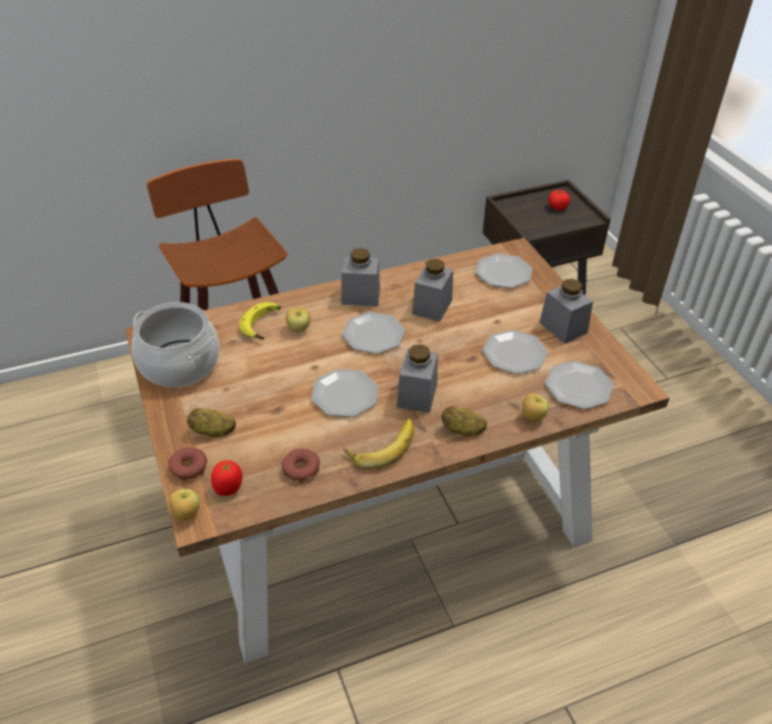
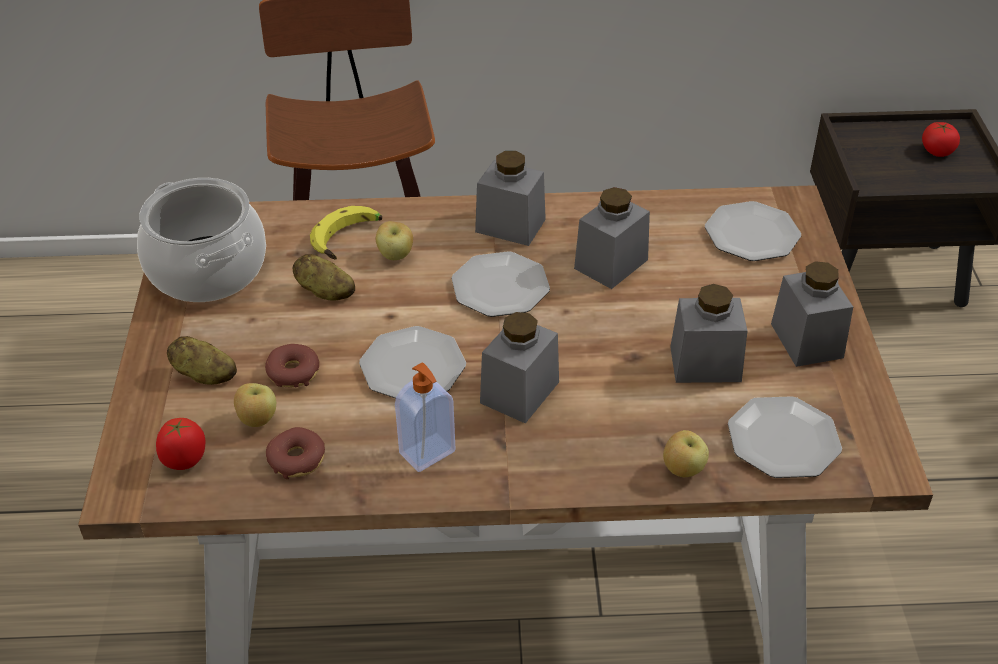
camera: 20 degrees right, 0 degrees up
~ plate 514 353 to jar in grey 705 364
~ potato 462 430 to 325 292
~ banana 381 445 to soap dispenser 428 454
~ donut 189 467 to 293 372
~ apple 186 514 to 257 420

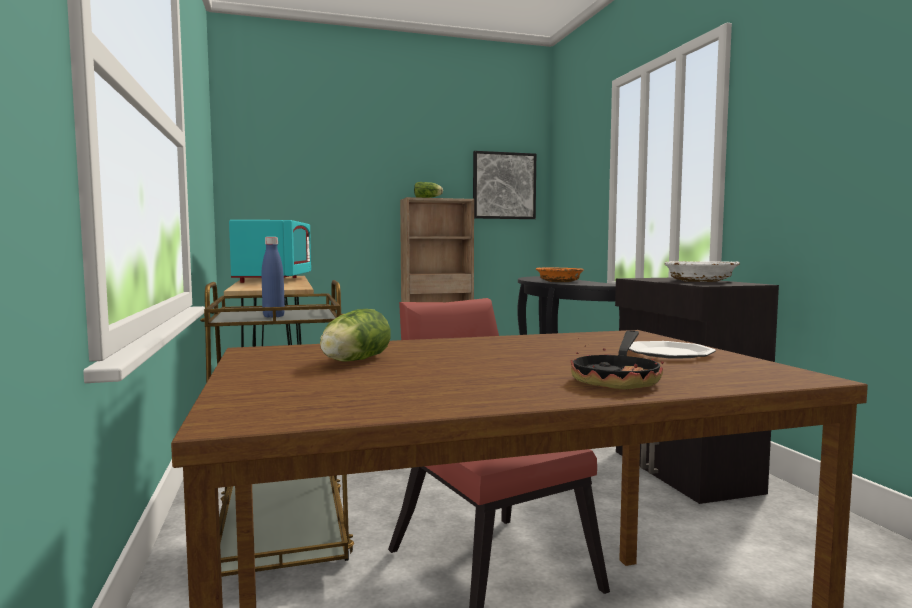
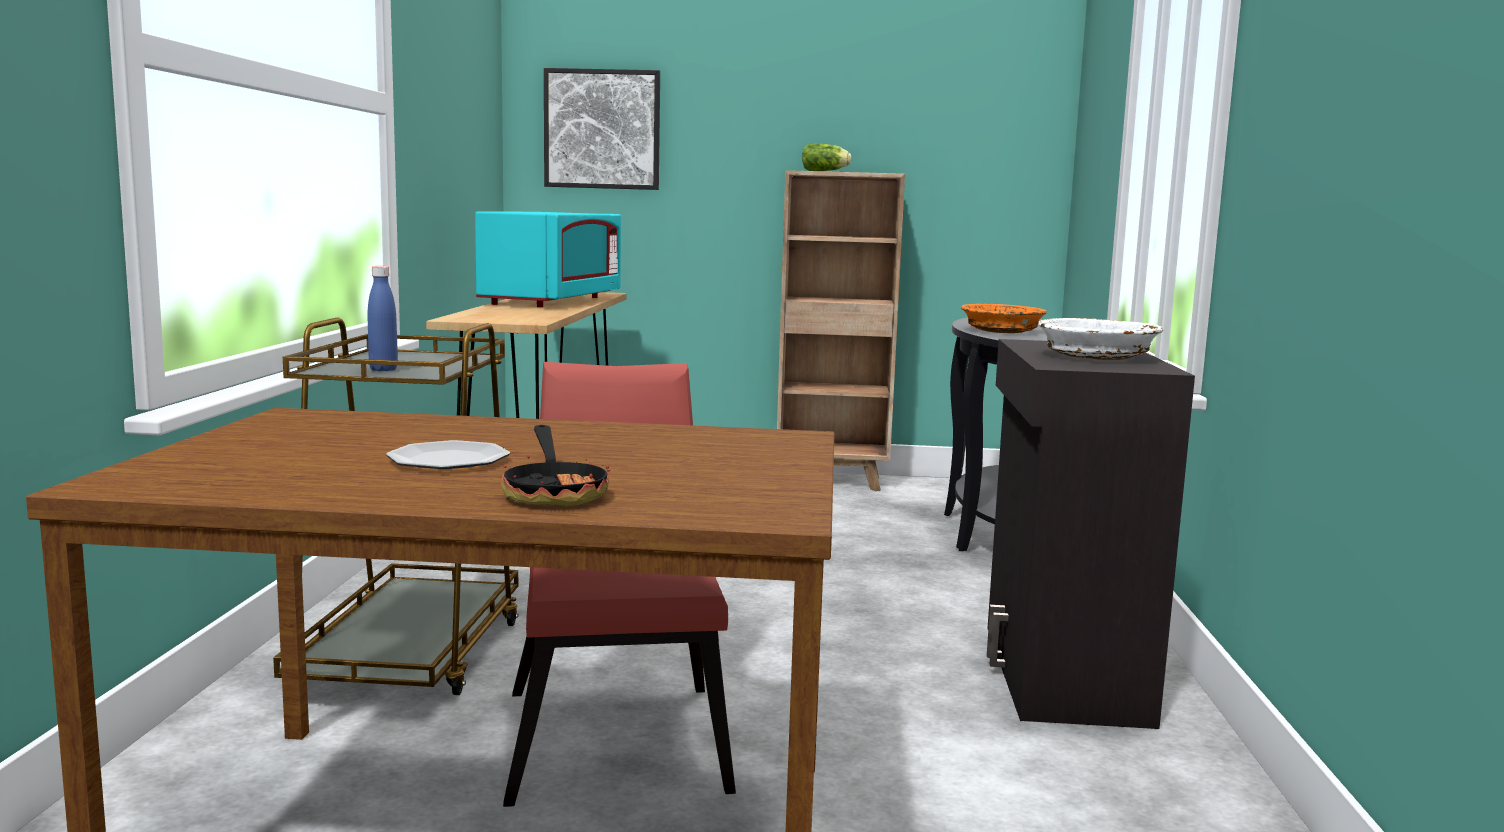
camera: 20 degrees right, 5 degrees up
~ picture 504 186 to 602 129
- lettuce 353 361
~ frying pan 618 379 = 554 492 60 degrees counterclockwise
~ plate 668 353 to 450 460

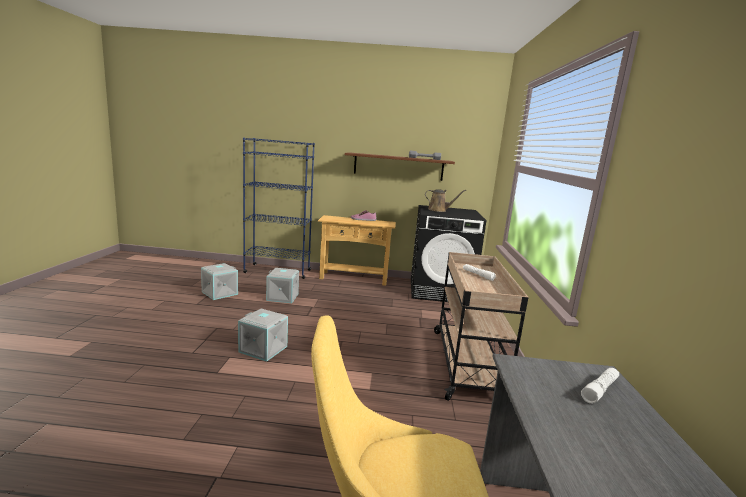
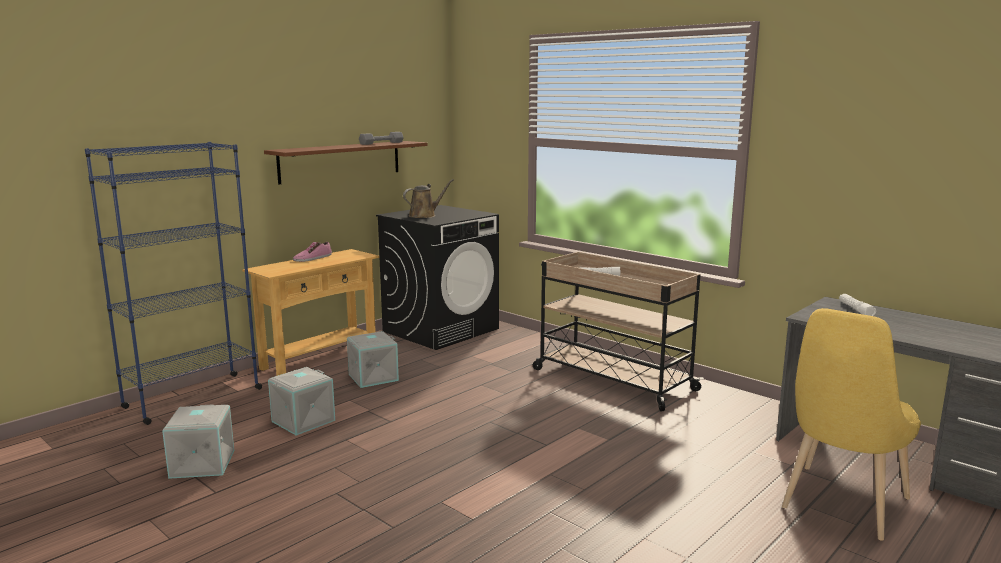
camera: 50 degrees left, 0 degrees up
~ storage box in grey 264 349 to 373 377

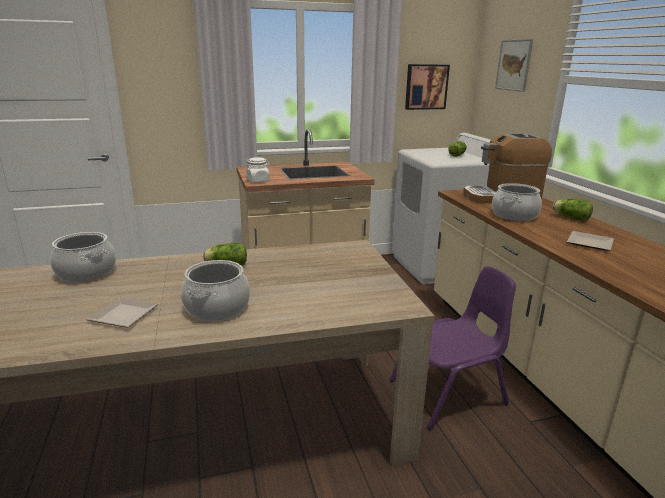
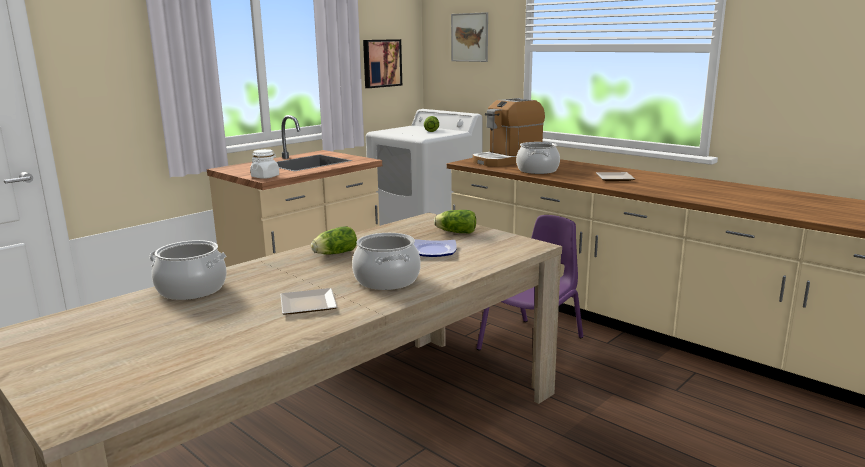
camera: 30 degrees left, 5 degrees down
~ lettuce 570 217 to 455 232
+ plate 432 251

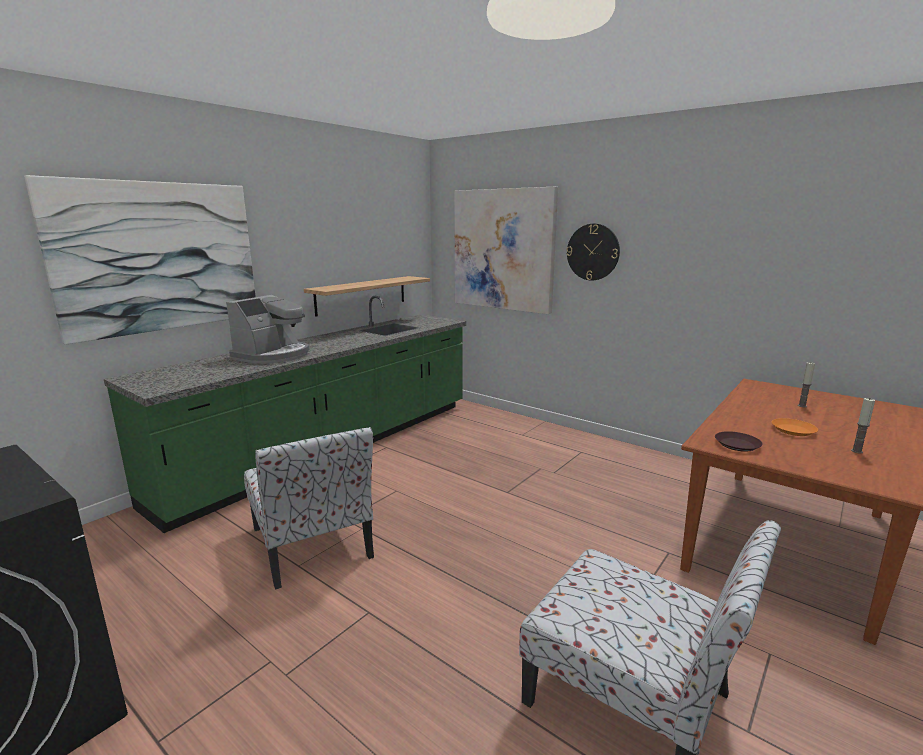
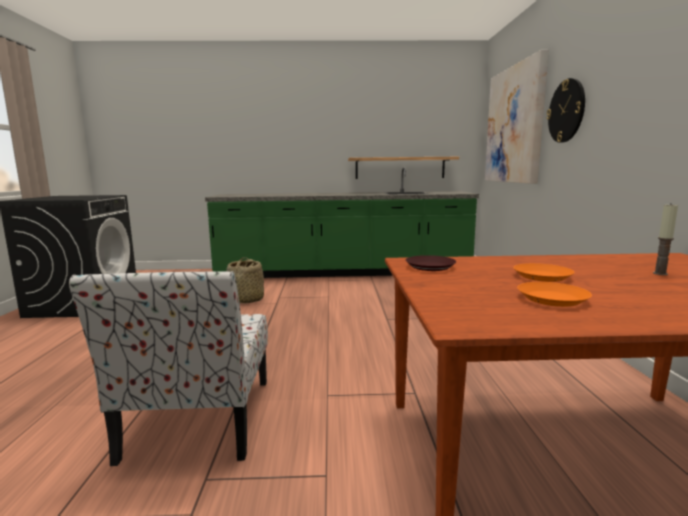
camera: 50 degrees right, 5 degrees down
- picture 159 257
- coffee machine 273 355
~ candle 856 451 to plate in orange 552 299
~ chair 312 544 to basket 245 300

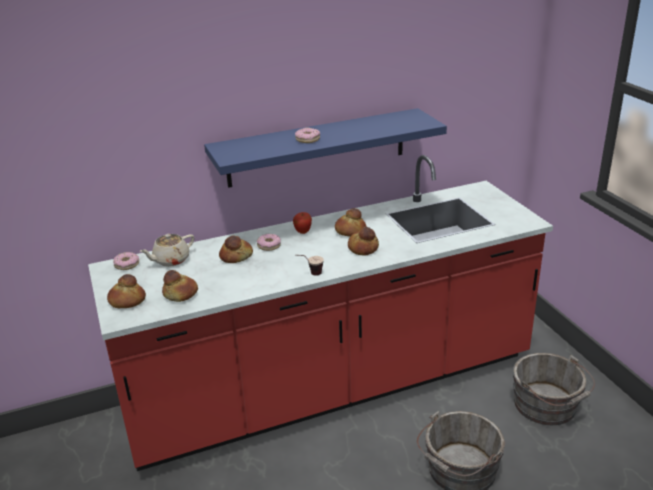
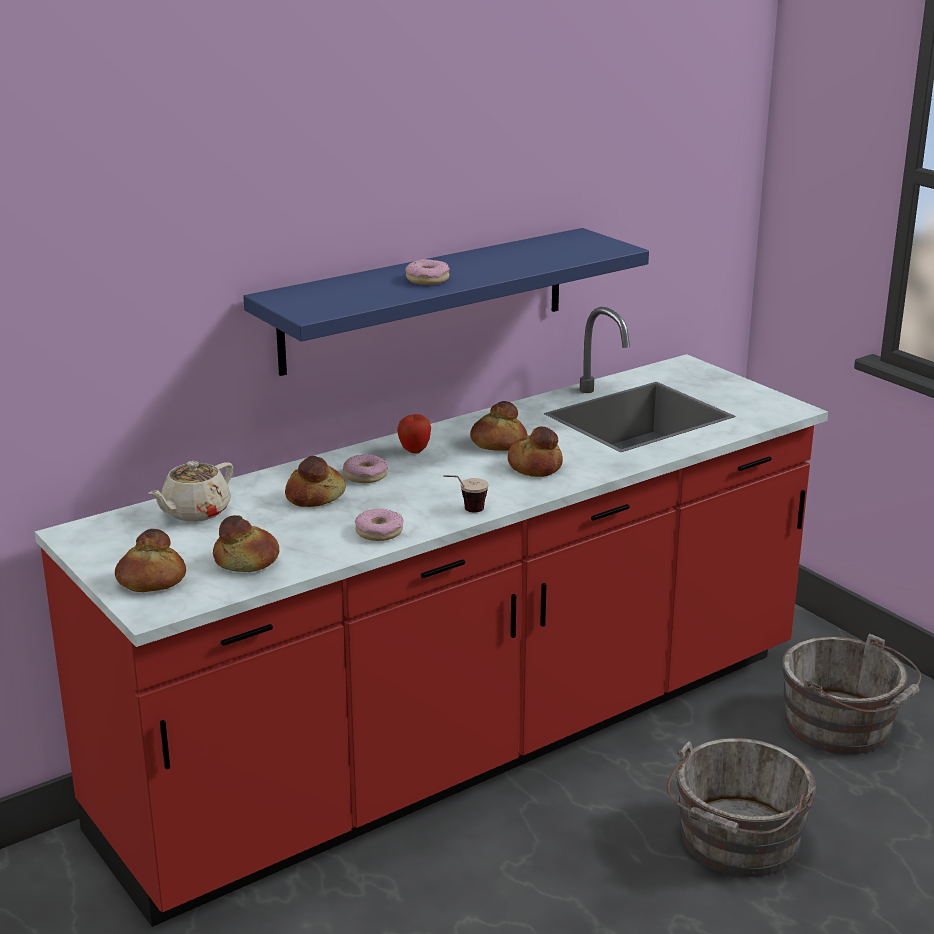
camera: 15 degrees left, 5 degrees down
~ donut 127 264 to 379 532

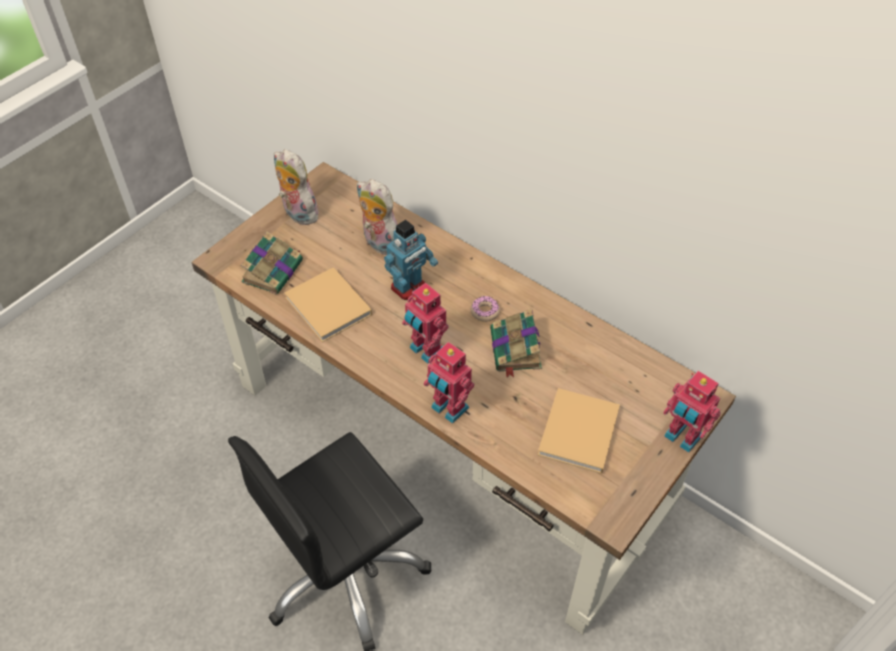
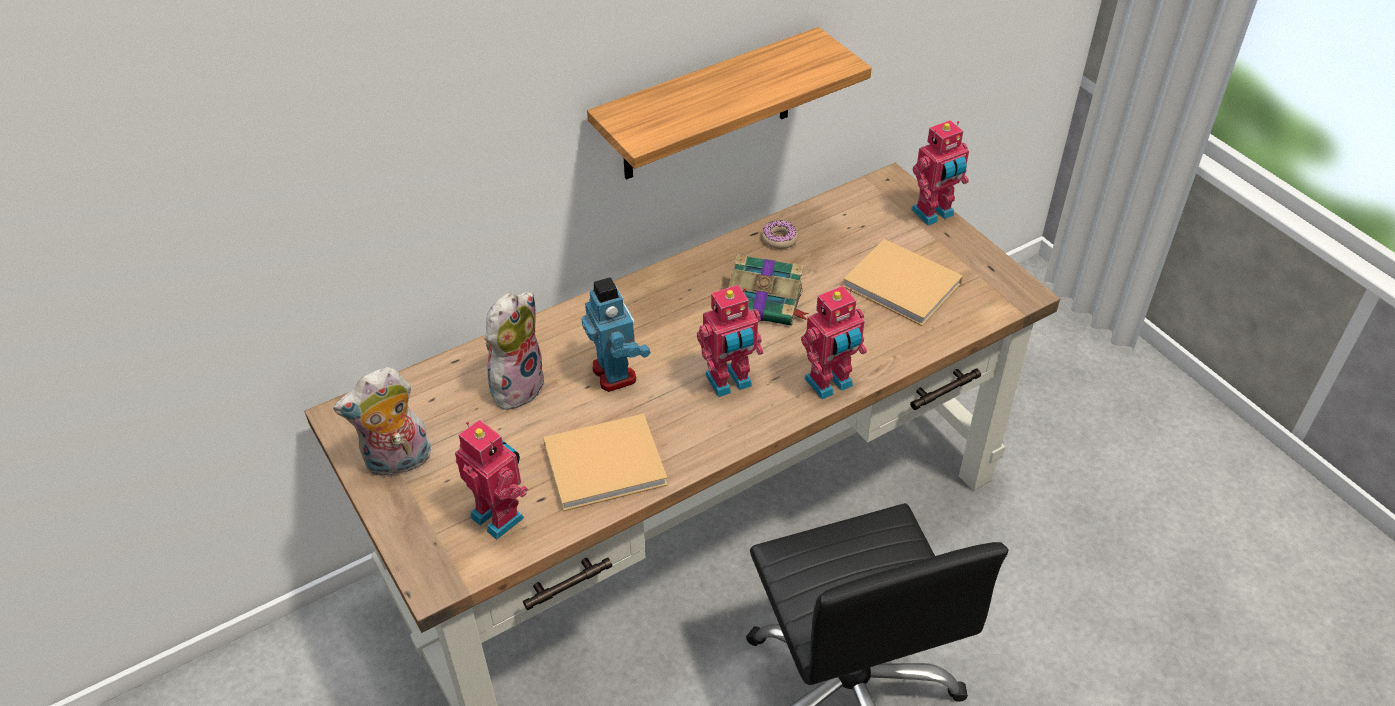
camera: 70 degrees left, 5 degrees down
~ plush toy 379 243 = 516 385 150 degrees clockwise
~ book 273 270 to toy robot 500 515
~ donut 485 312 to 779 239
+ shelf 707 107

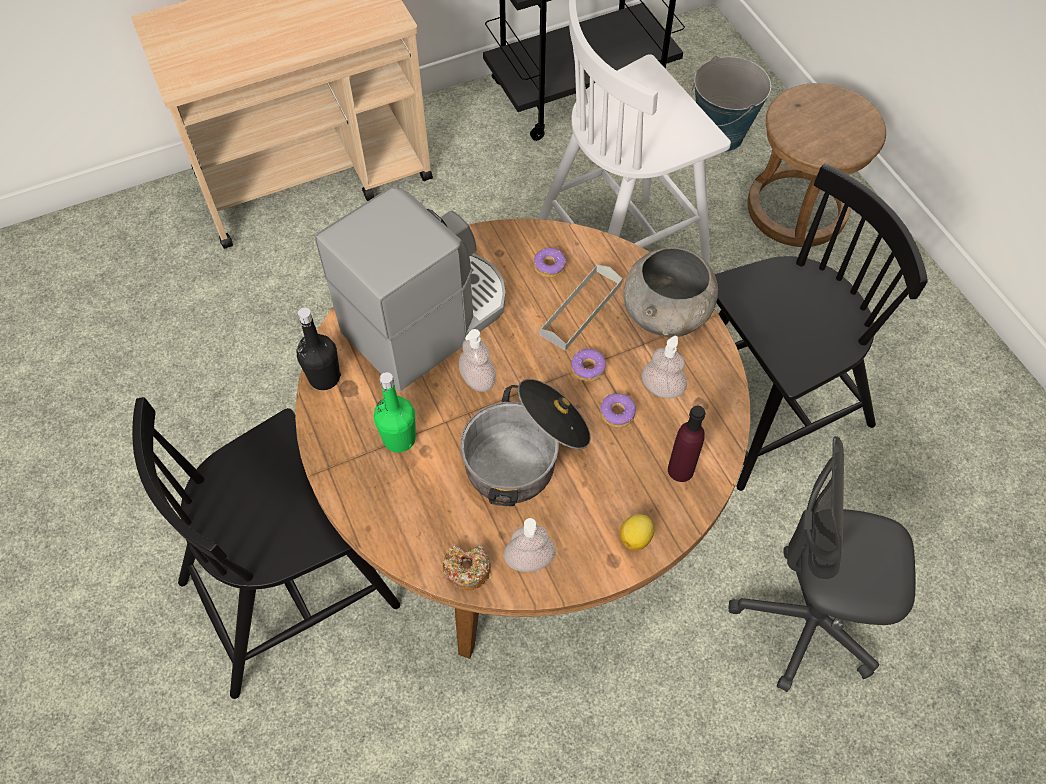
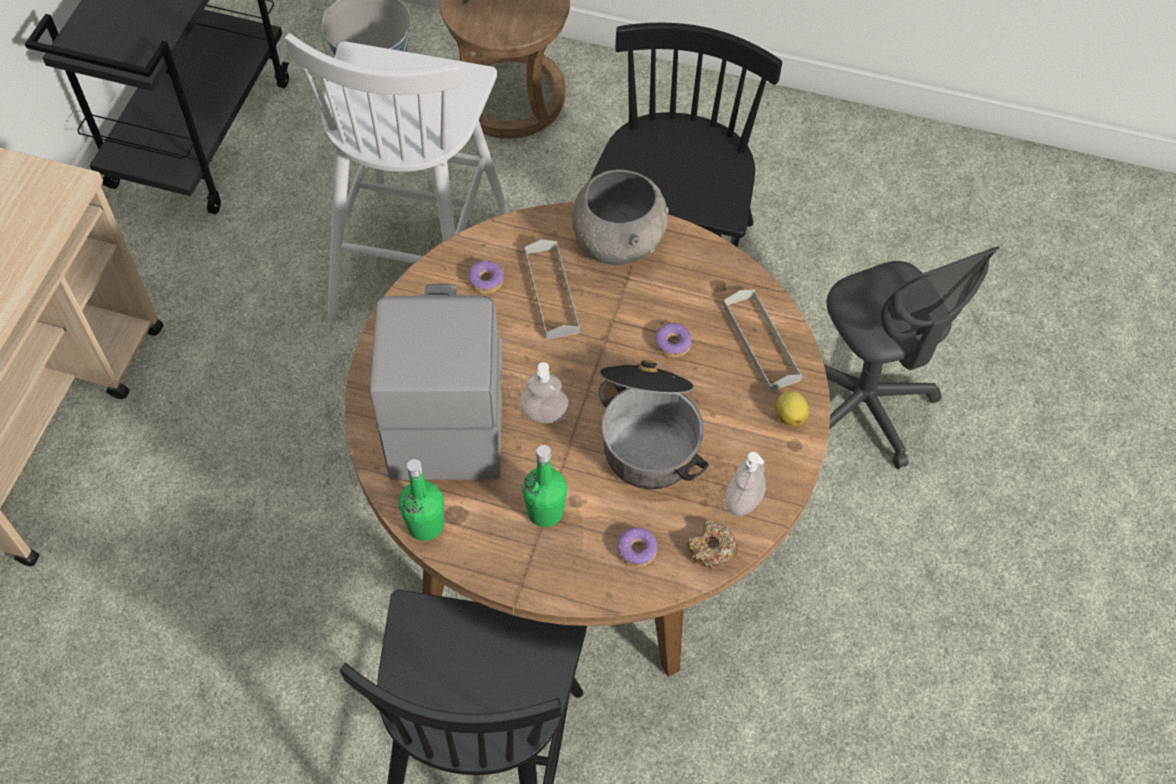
camera: 50 degrees left, 0 degrees up
~ bottle in black 324 377 to bottle in green 425 525
- soap dispenser 662 388
~ donut 588 369 to 637 551
~ bottle in purple 680 470 to tray in grey 761 343
~ office chair in grey 805 621 = 863 406 75 degrees counterclockwise

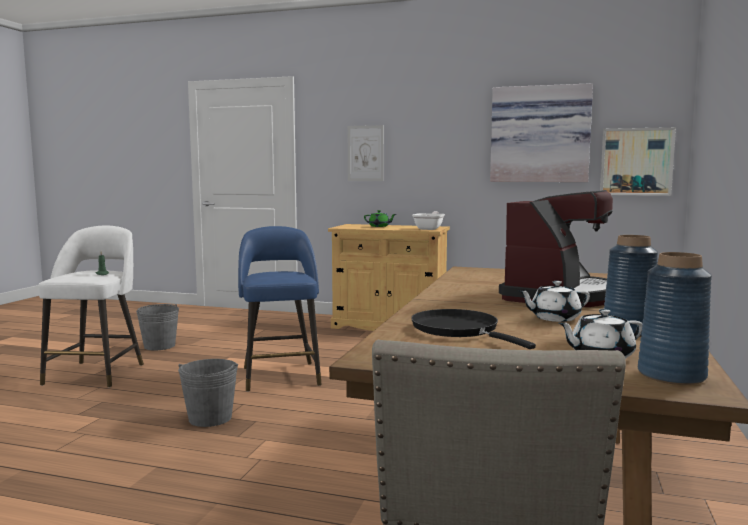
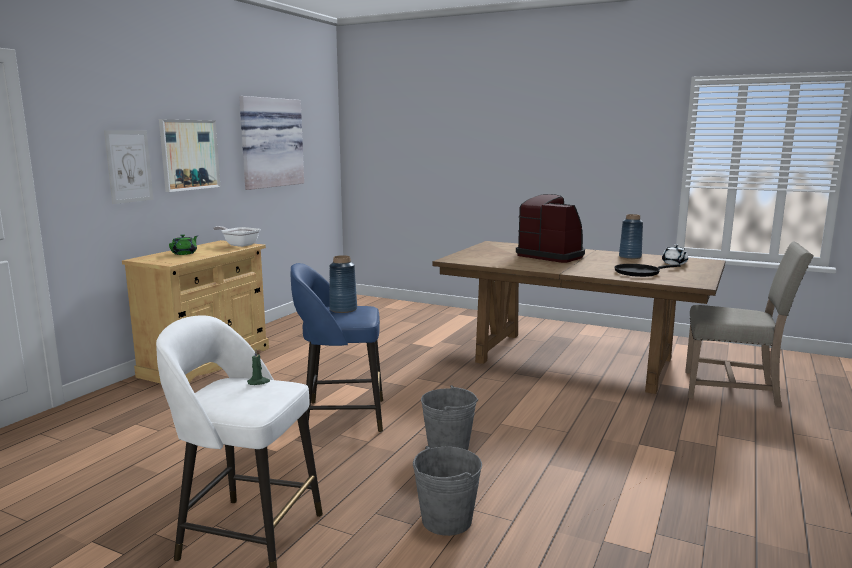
camera: 80 degrees left, 5 degrees up
~ picture 636 162 to 189 155
~ vase in blue 672 375 to 343 309
- teapot in white 554 318
~ bucket in grey 159 346 to 446 520

